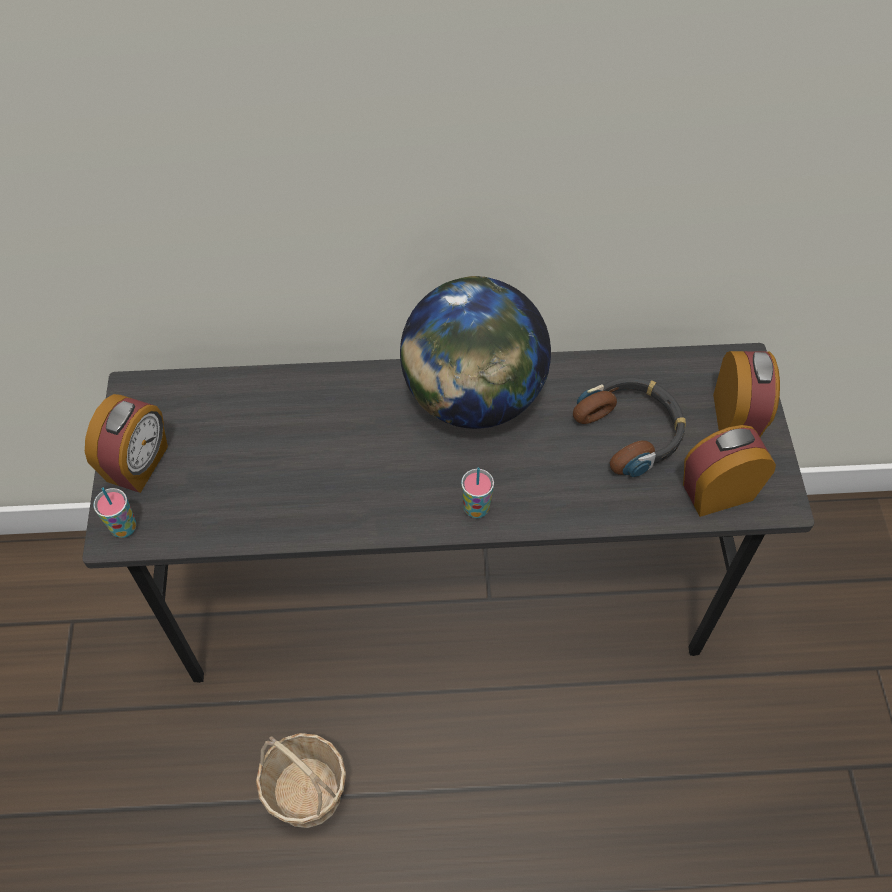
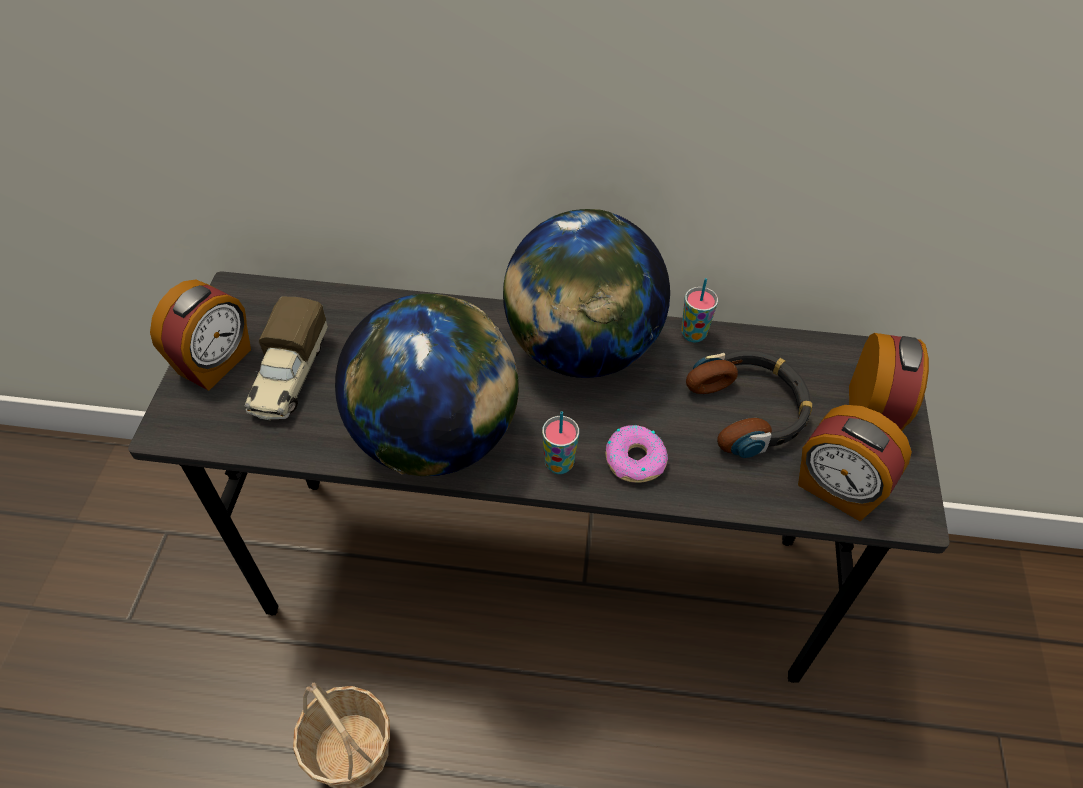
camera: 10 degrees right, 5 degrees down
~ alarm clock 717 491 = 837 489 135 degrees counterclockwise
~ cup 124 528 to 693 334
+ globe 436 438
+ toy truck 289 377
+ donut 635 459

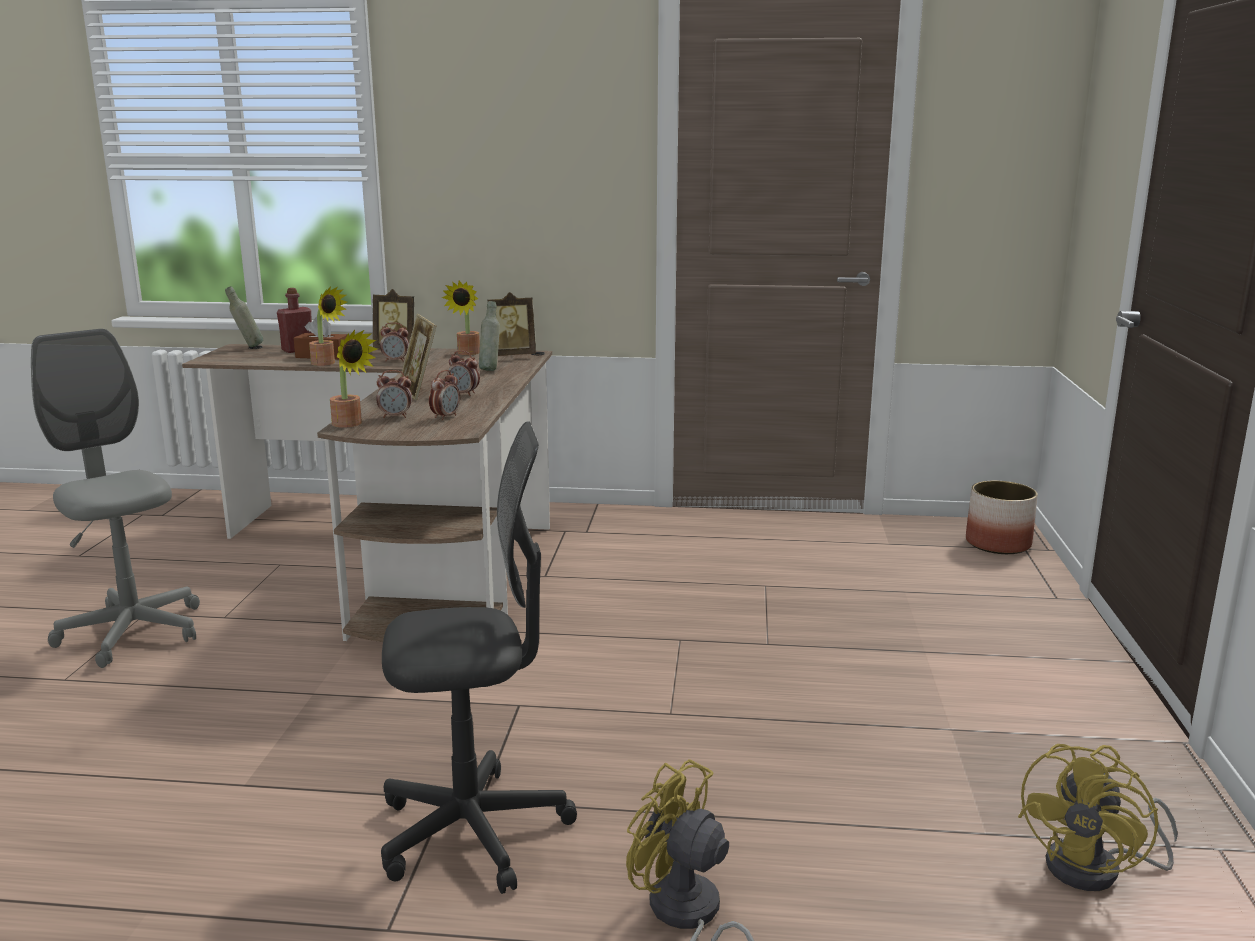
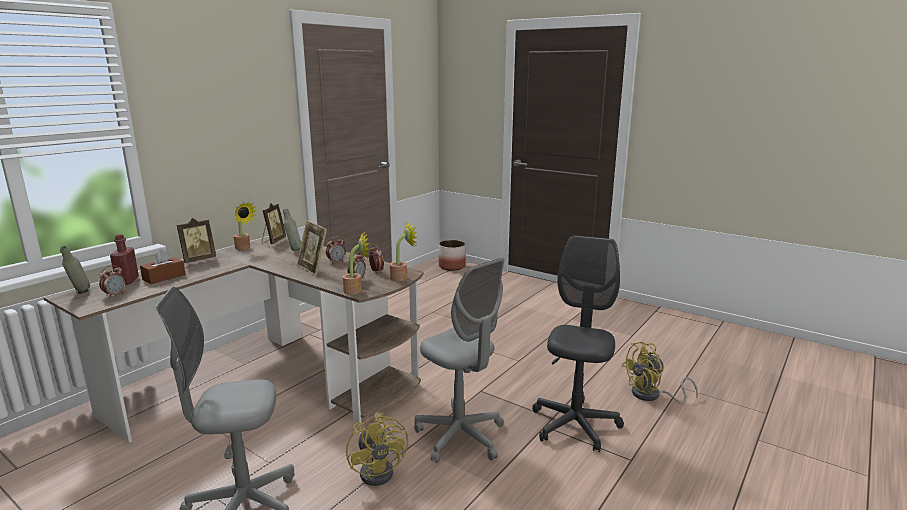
camera: 60 degrees left, 0 degrees up
~ potted plant 326 363 to 402 277
~ picture frame 419 392 = 313 269 45 degrees clockwise
~ alarm clock 396 361 to 115 294
~ fan in yellow 1097 869 to 381 470
+ office chair in grey 460 436

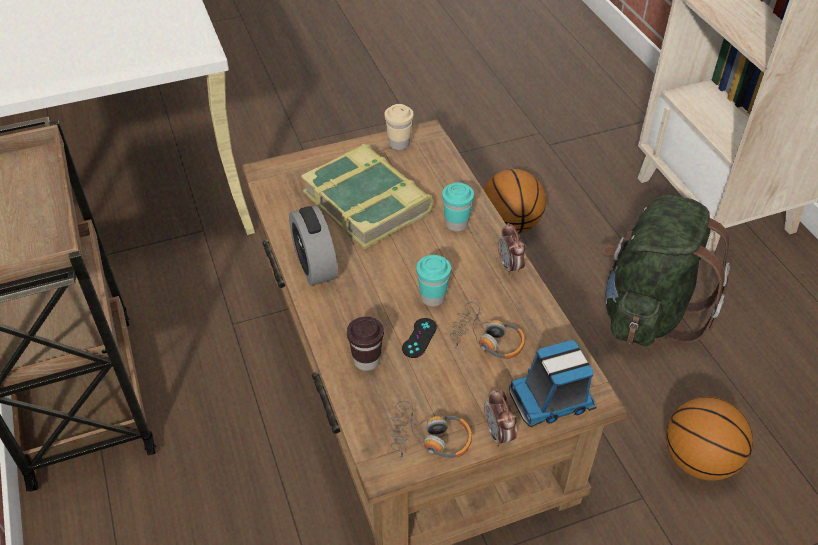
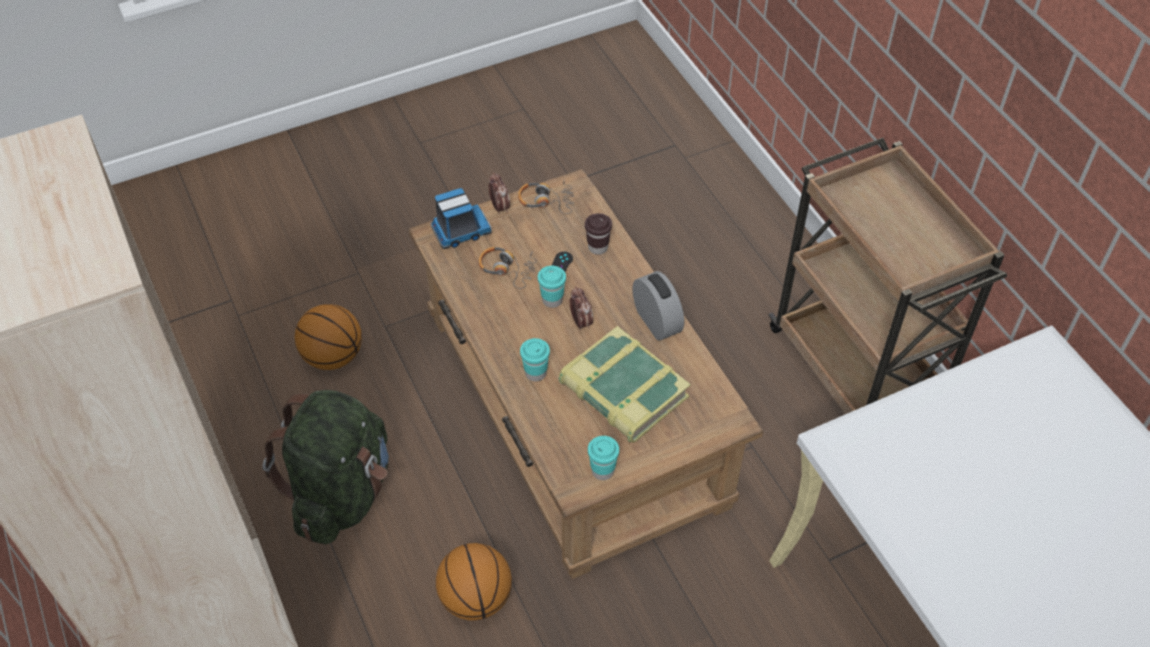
camera: 175 degrees right, 5 degrees up
~ cup in beige 399 144 to cup in turquoise 602 471
~ alarm clock 510 266 to 580 322

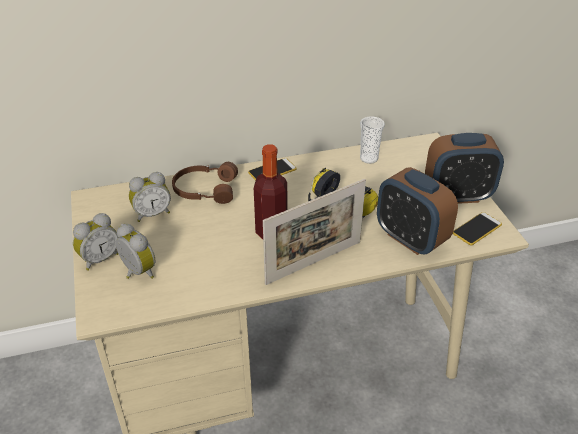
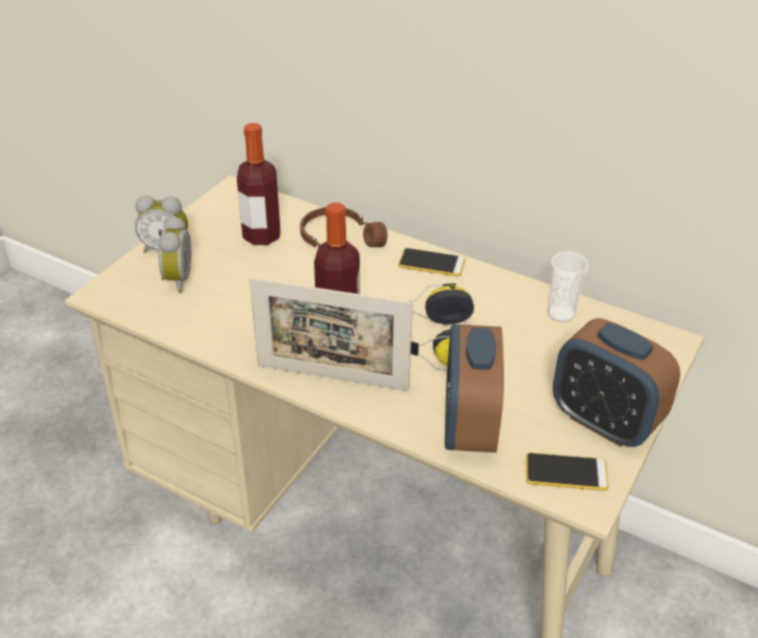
camera: 45 degrees right, 0 degrees up
~ alarm clock 152 214 to bottle 261 236

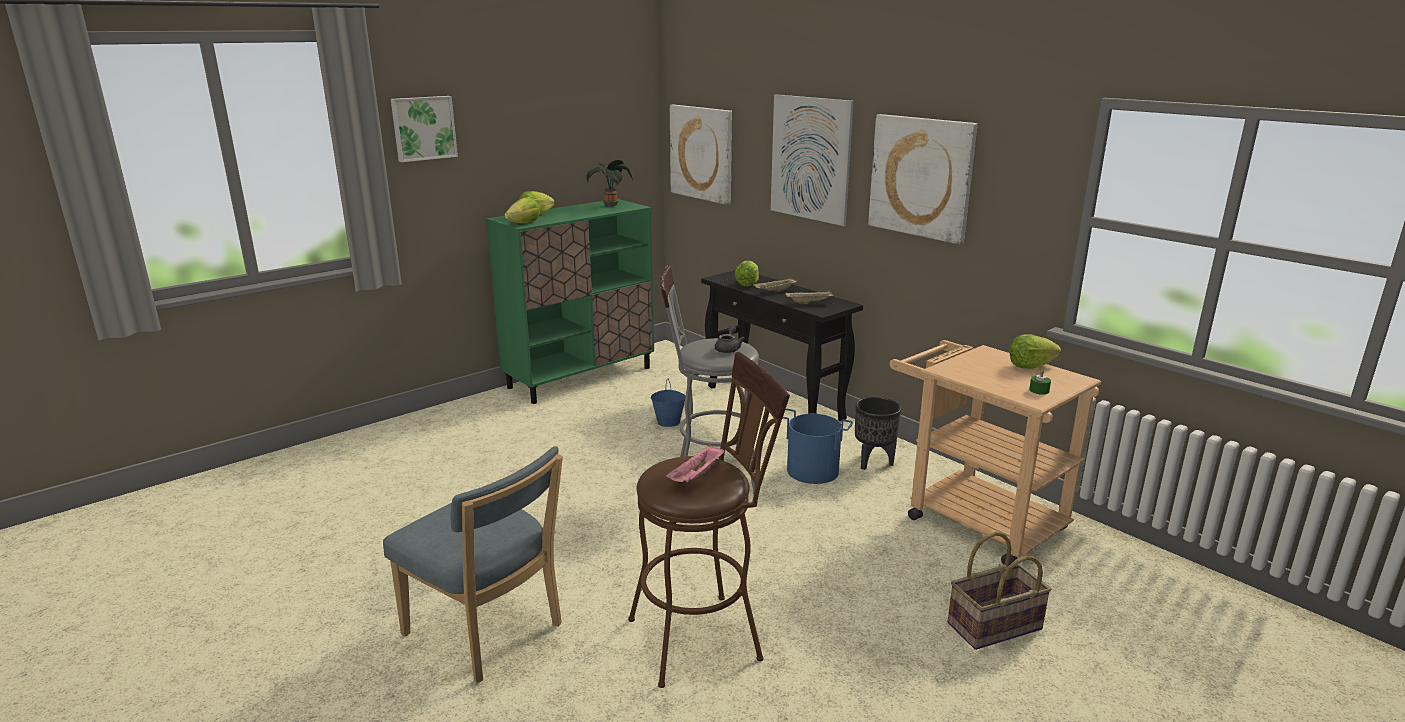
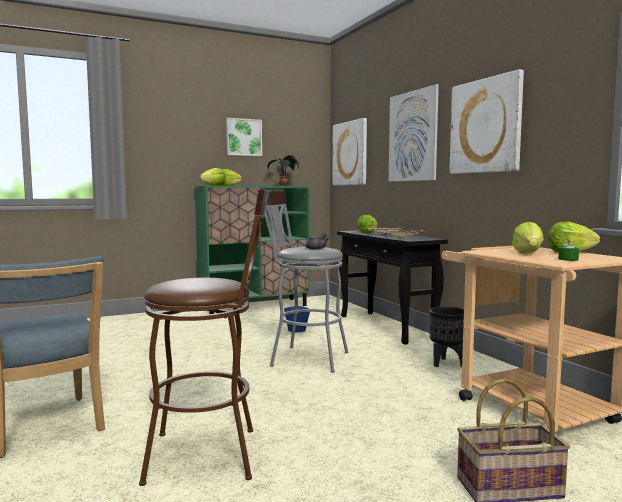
camera: 15 degrees right, 15 degrees down
~ picture 423 128 to 243 137
- bucket in blue 813 470
- tray in pink 696 476
+ lettuce 528 253

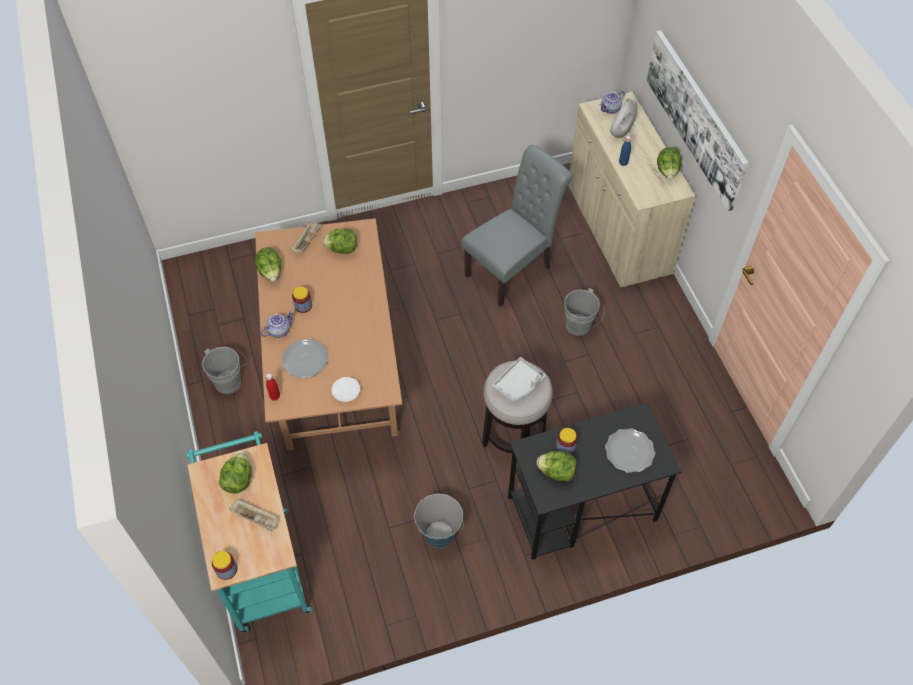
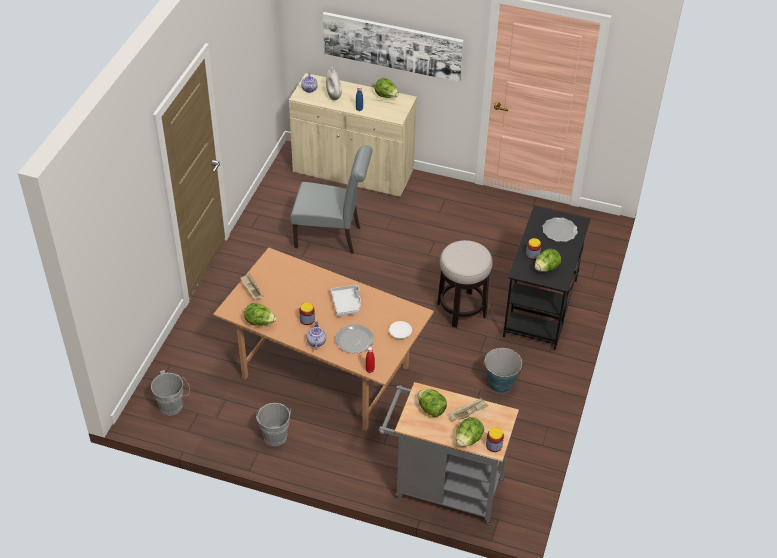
camera: 55 degrees left, 10 degrees down
~ chair in grey 513 269 = 332 237 105 degrees clockwise
~ lettuce 342 249 to 468 439
~ bucket in grey 580 326 to 173 405
~ tray in grey 519 384 to 347 304
~ cart in turquoise 262 562 to cart in grey 443 488

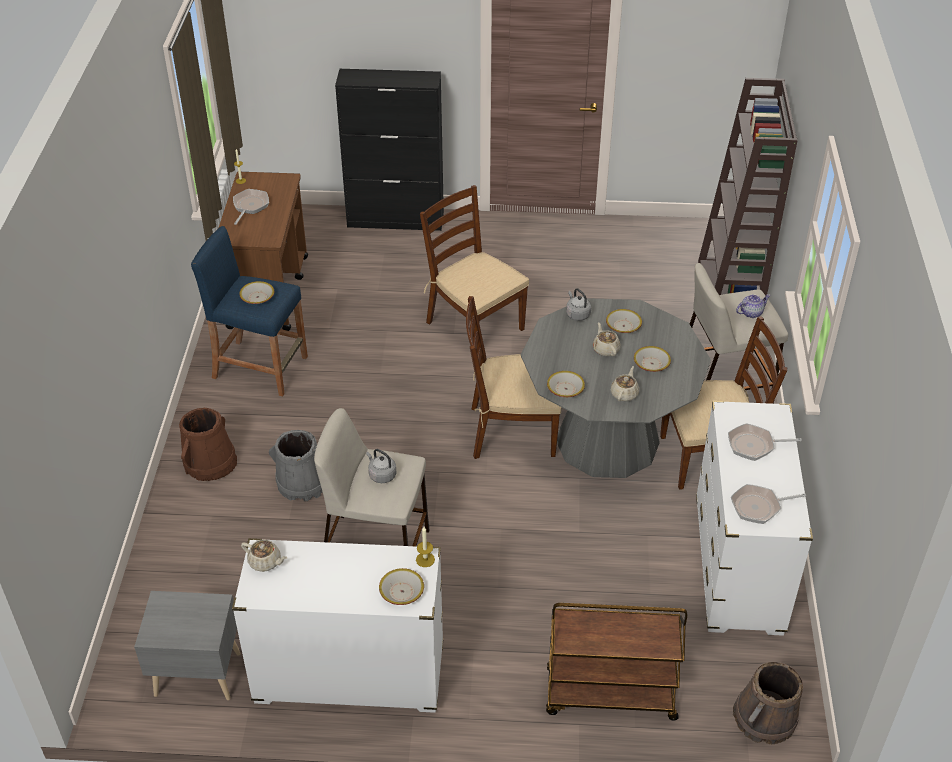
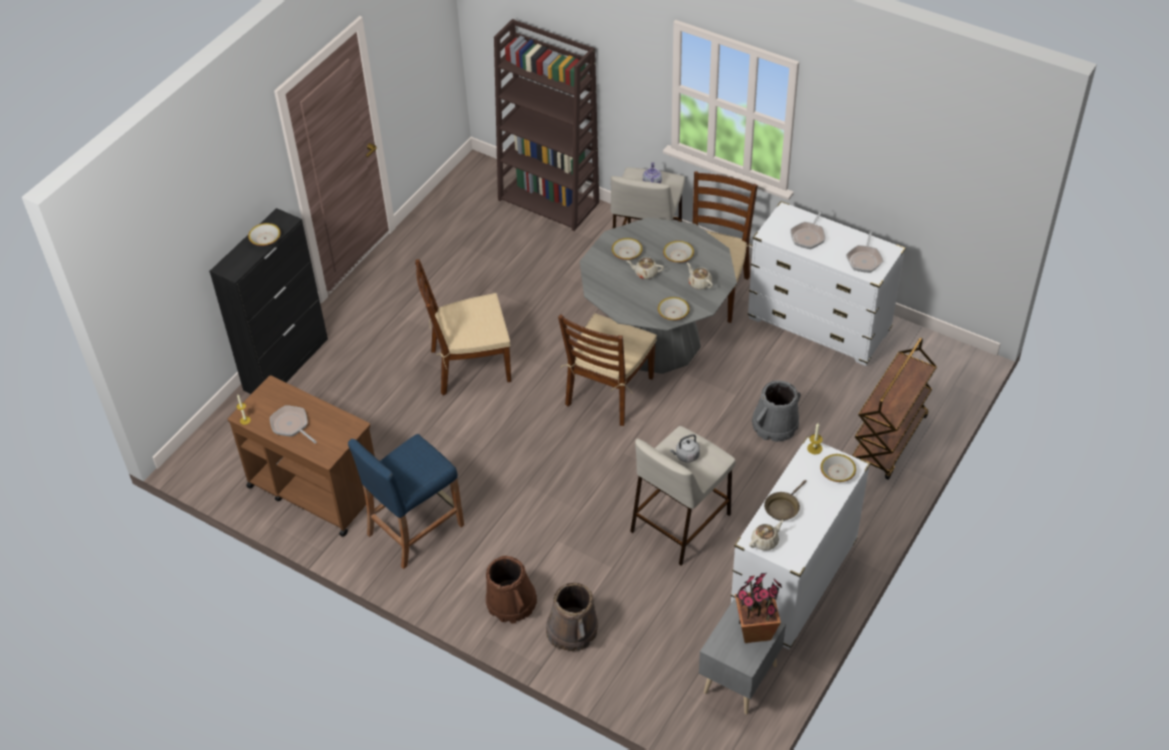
camera: 60 degrees left, 5 degrees up
~ bowl 257 297 to 265 238
- kettle in grey 577 314
~ bucket in grey 302 482 to 775 425
~ bucket in brown 764 718 to 572 630
+ frying pan in brown 783 507
+ potted plant 755 630

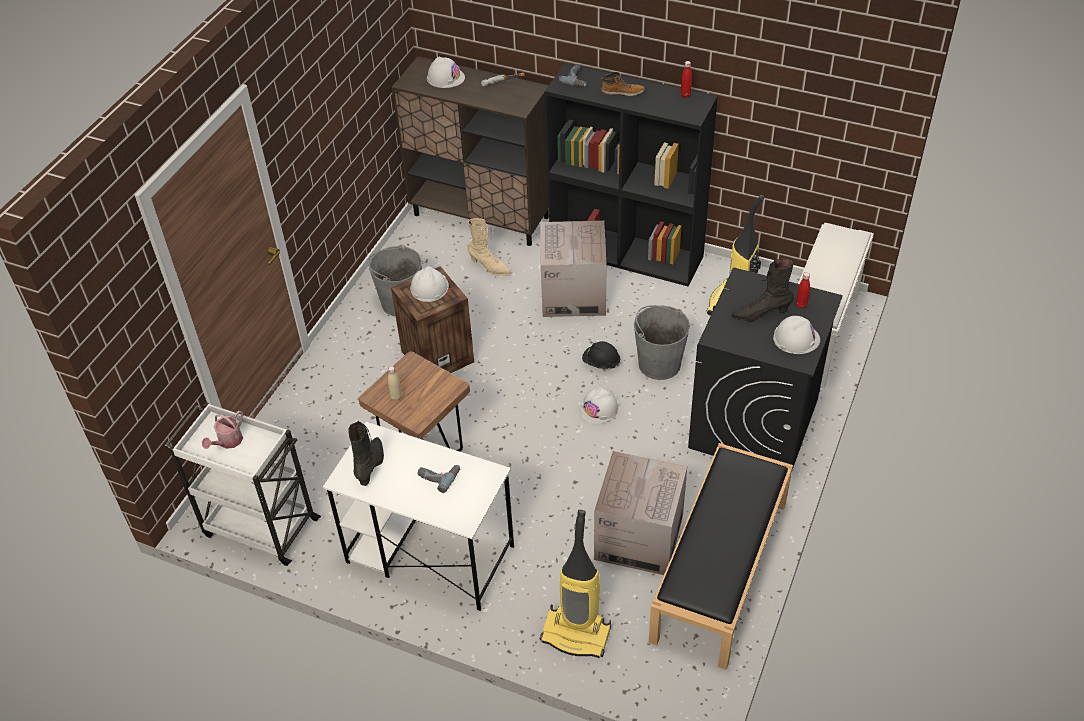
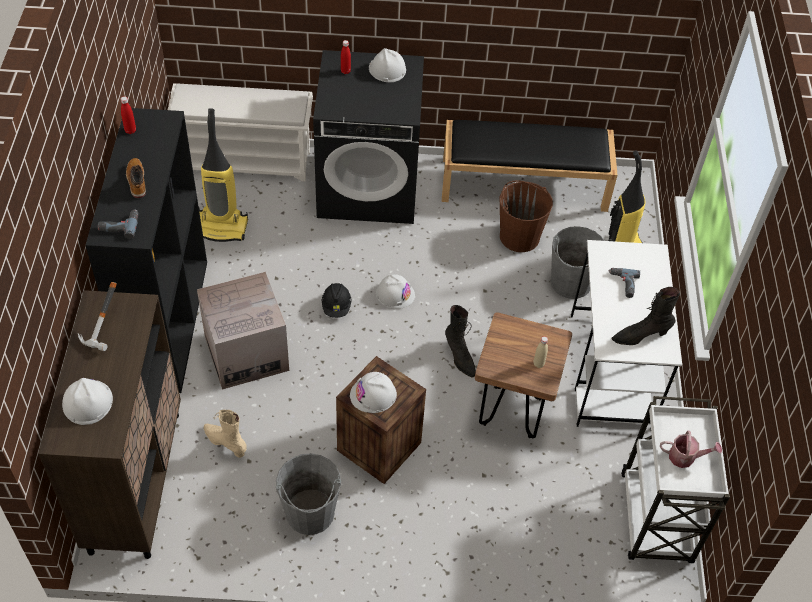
camera: 115 degrees left, 5 degrees up
~ boot in beige 489 267 = 225 443 60 degrees counterclockwise
~ boot in black 760 314 to 459 357
~ bucket in grey 659 363 to 570 282
~ cardboard box 639 537 to bucket in brown 519 236

